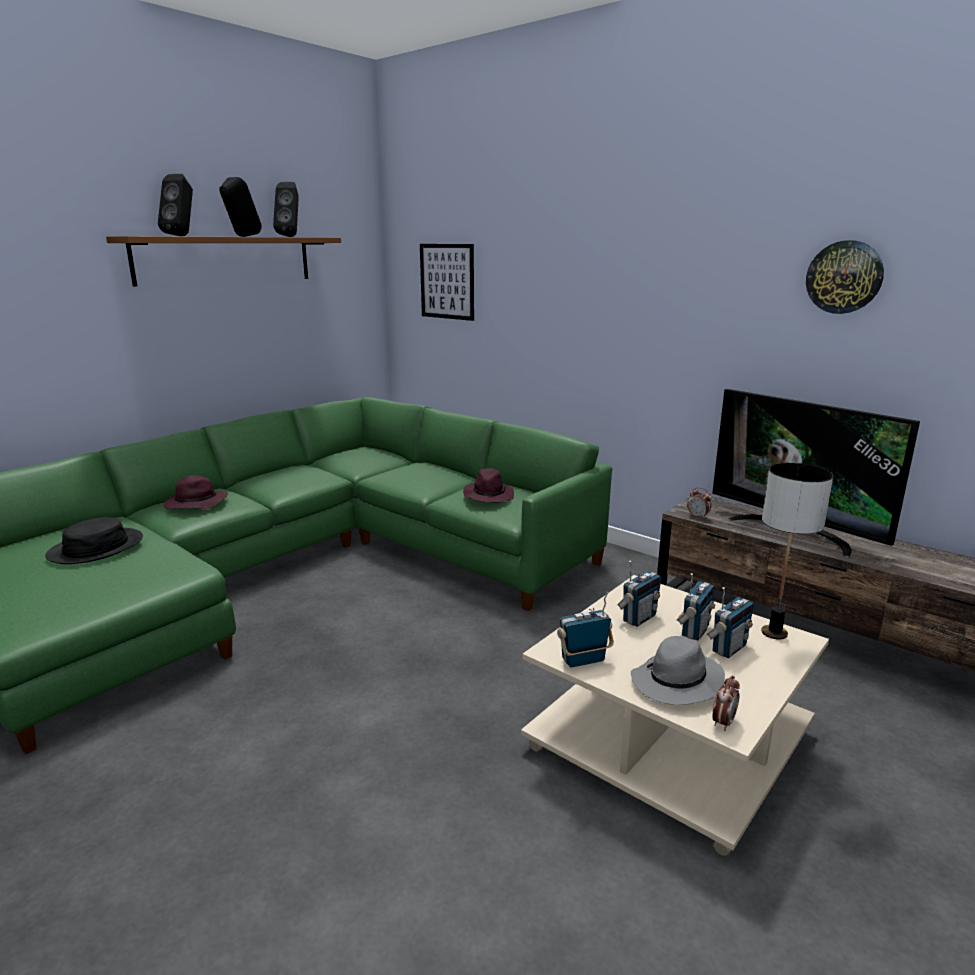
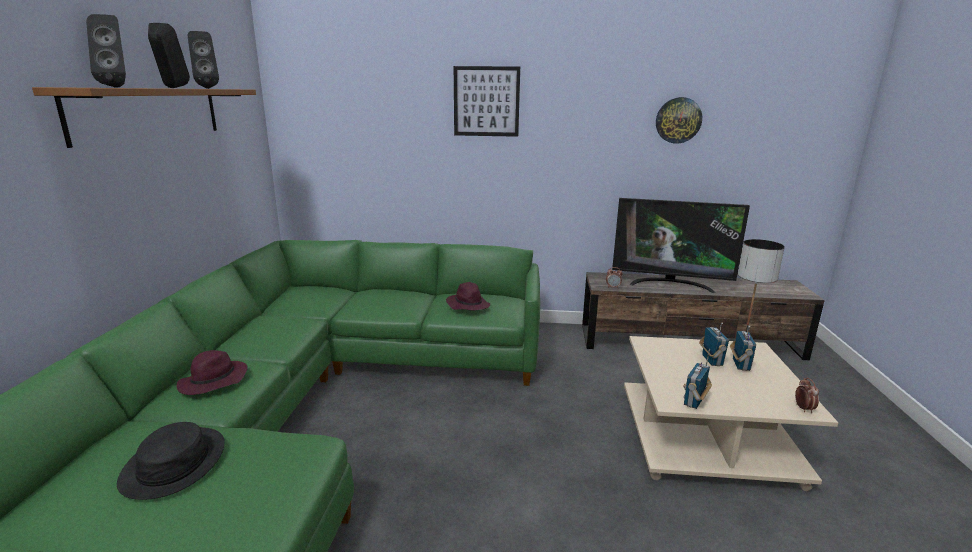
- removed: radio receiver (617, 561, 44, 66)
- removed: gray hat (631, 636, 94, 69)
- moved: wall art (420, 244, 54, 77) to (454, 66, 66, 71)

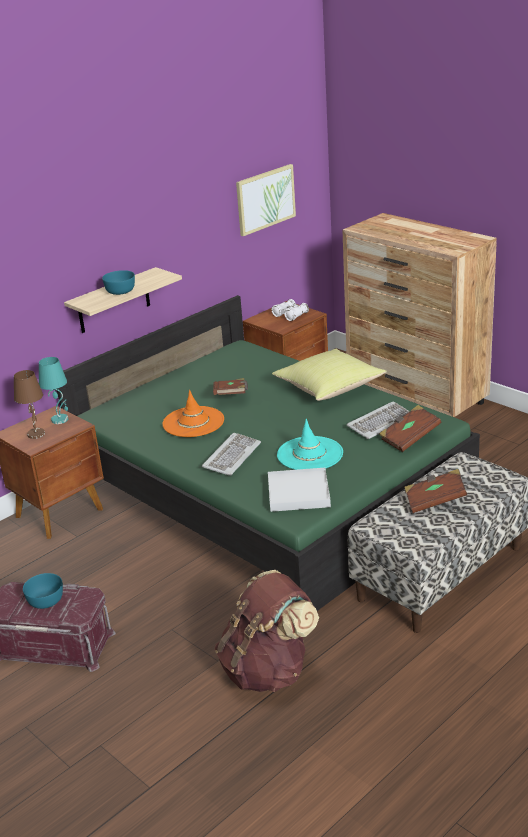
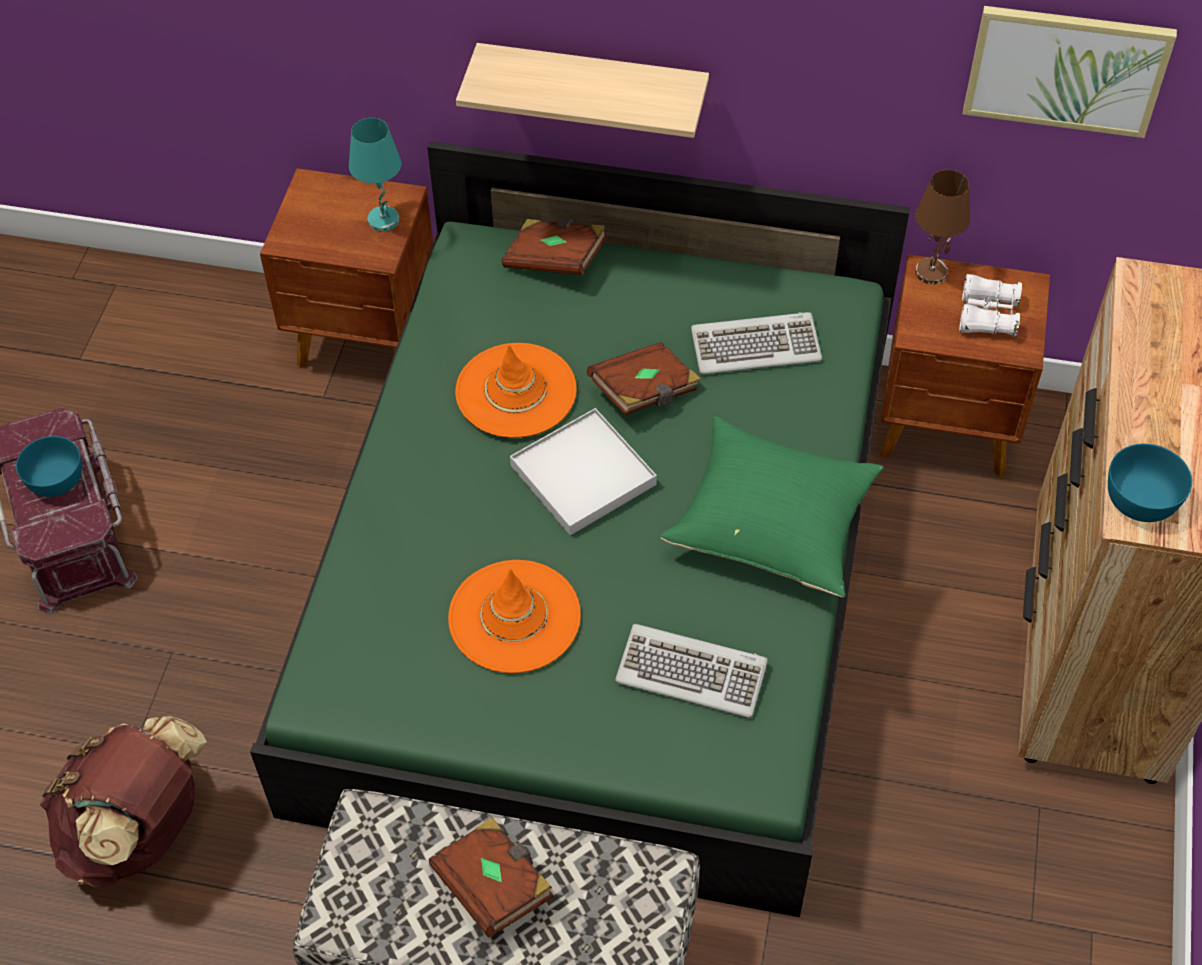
- moved: brown lamp for a table (14, 370, 31, 69) to (915, 170, 55, 114)
- moved: turquoise bowl (102, 270, 33, 25) to (1108, 444, 84, 78)
- moved: keyboard (202, 433, 59, 43) to (691, 312, 131, 63)
- moved: white-coloured serving tray (268, 468, 63, 44) to (510, 408, 147, 127)
- moved: brown book (379, 405, 62, 47) to (501, 218, 107, 57)
- recoloured: yellowish throw pillow (272, 349, 115, 52) to green throw pillow (660, 416, 224, 181)
- recoloured: turquoise hat (277, 419, 66, 51) to orange hat (448, 560, 133, 113)

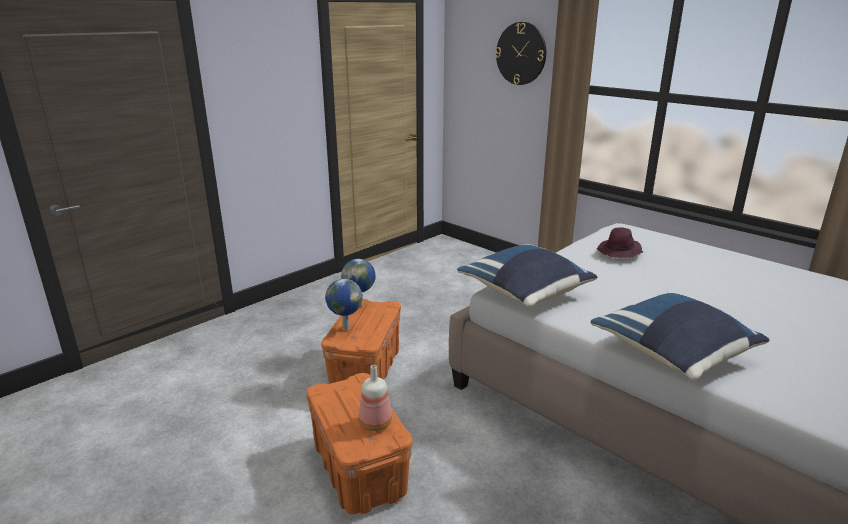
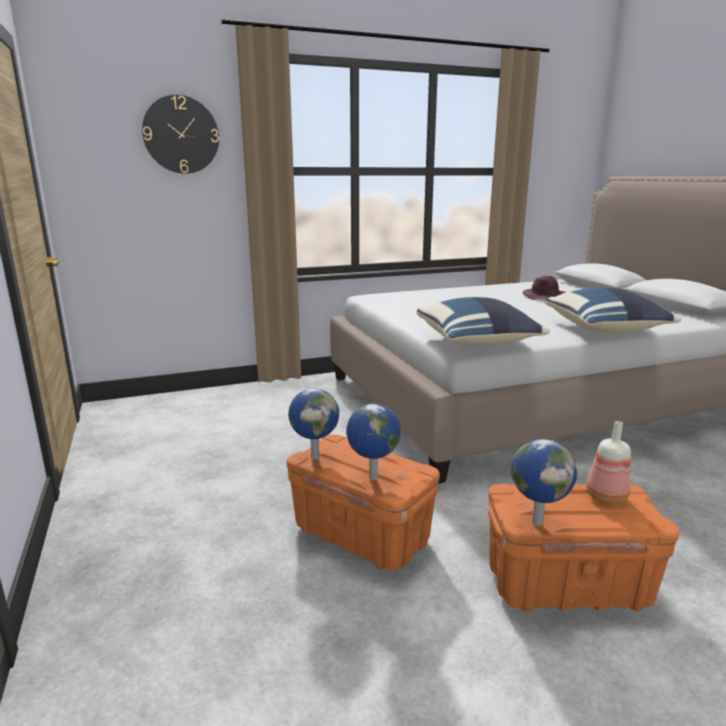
- added: world globe (511, 439, 66, 87)
- moved: purplish hat (597, 227, 46, 31) to (523, 276, 43, 24)

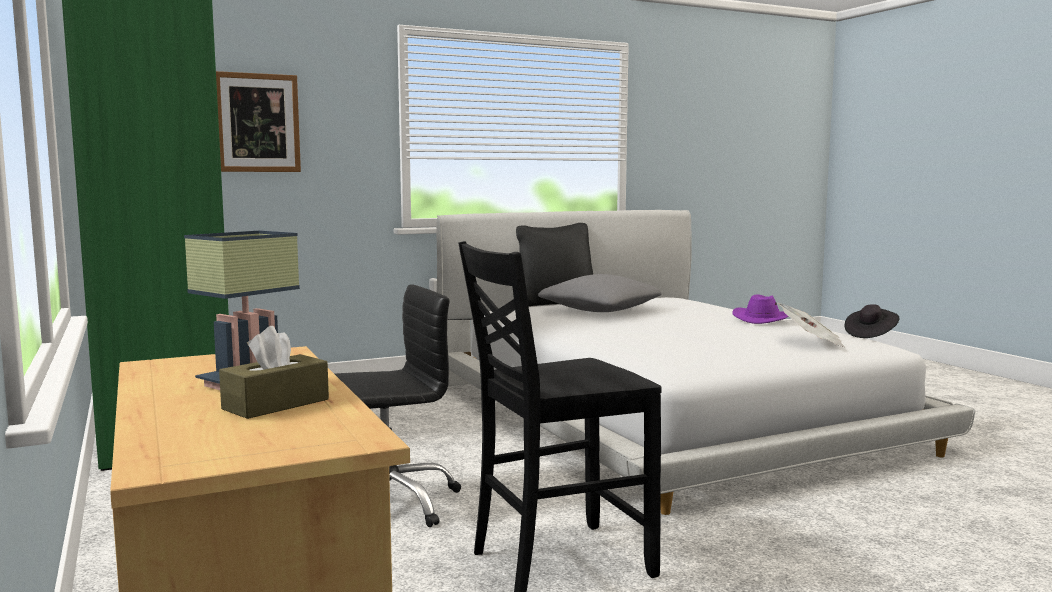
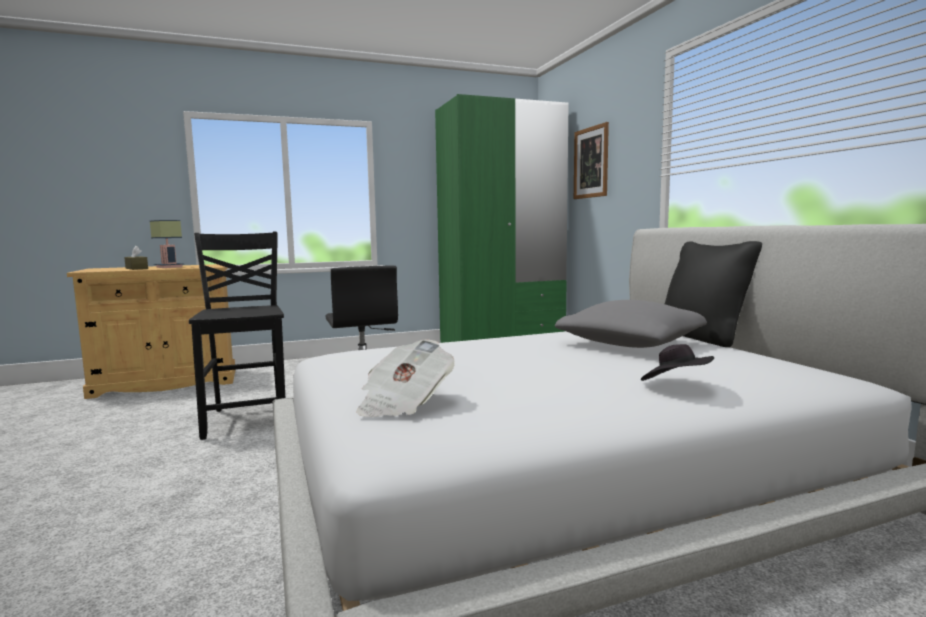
- removed: purplish hat (732, 294, 56, 30)
- moved: blackish hat (845, 304, 55, 34) to (641, 344, 73, 37)

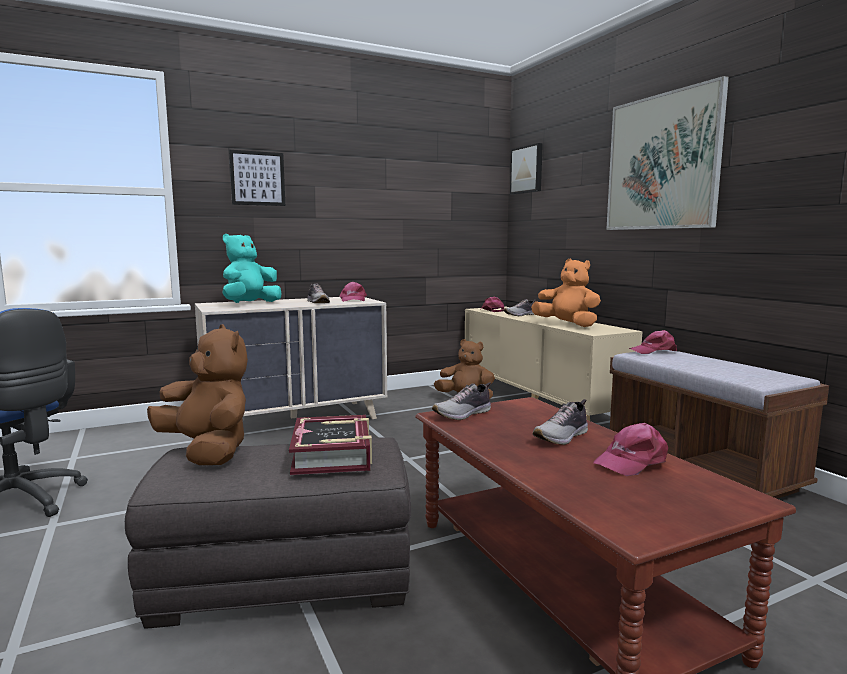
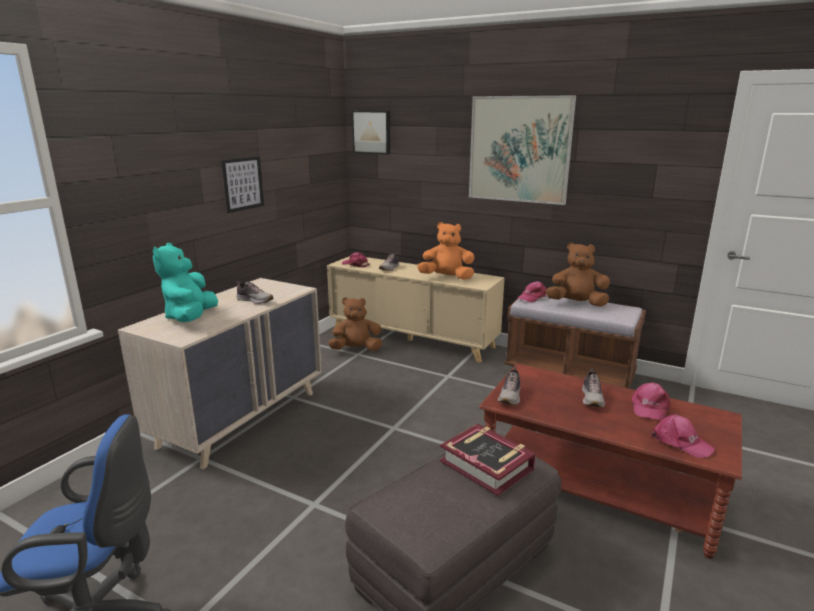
- moved: brown soft toy (147, 324, 101, 141) to (546, 242, 64, 65)
- moved: wall art (229, 150, 56, 56) to (221, 156, 43, 57)
- moved: pink-coloured peaked cap (339, 282, 28, 20) to (651, 414, 64, 44)

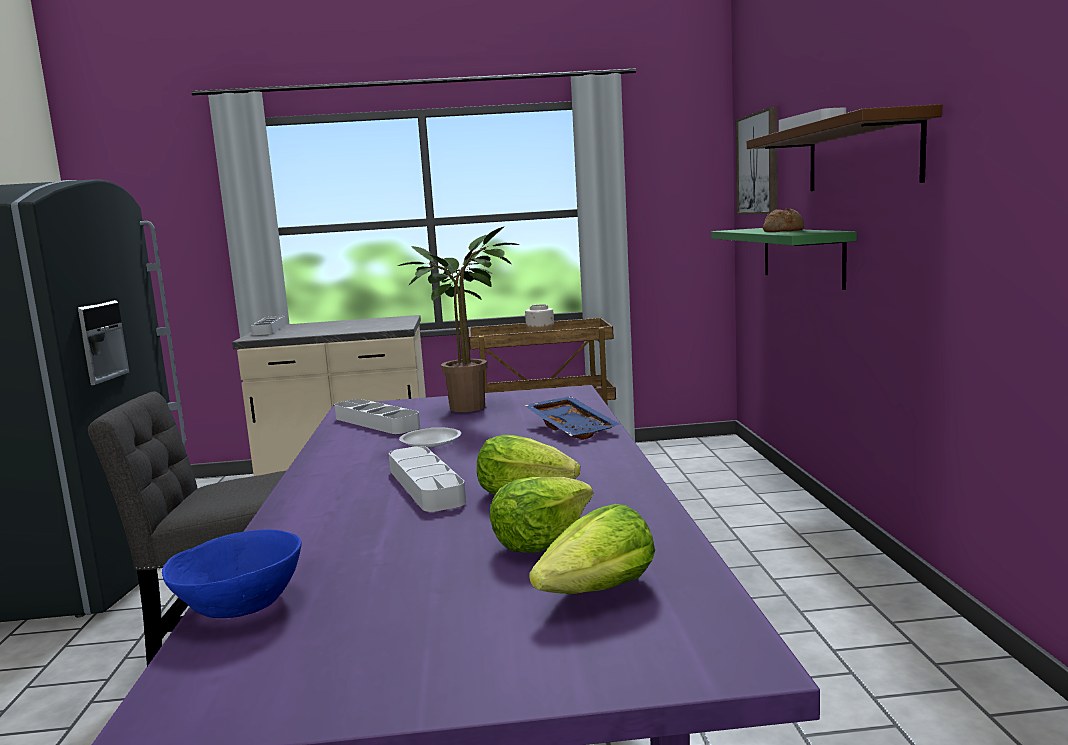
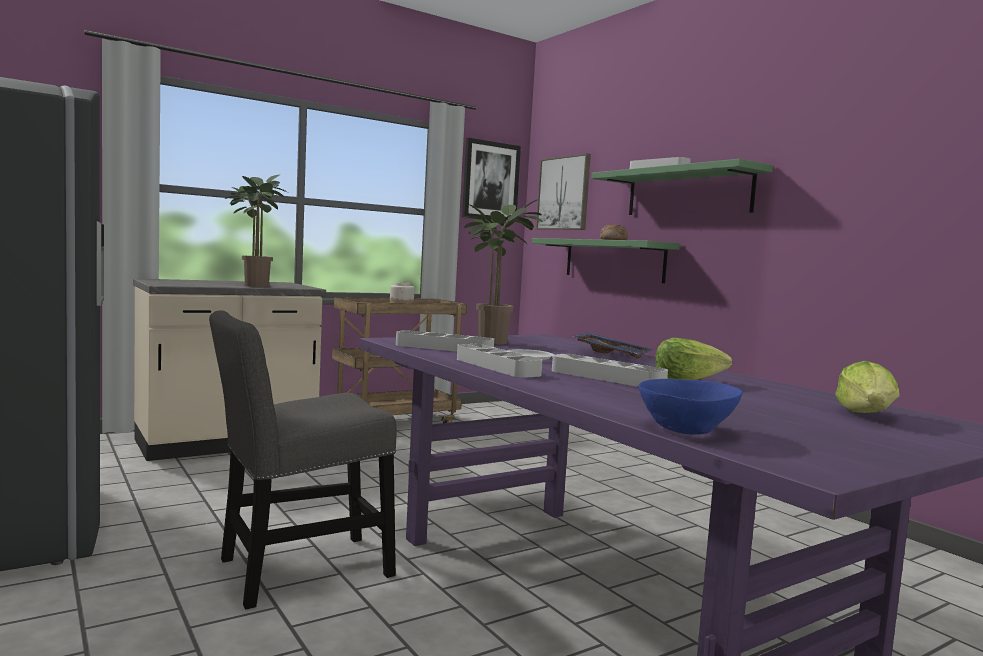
- removed: lettuce (489, 477, 104, 76)
- added: plant in a pot (225, 175, 62, 112)
- added: wall art (462, 138, 59, 83)
- moved: gray serving tray (251, 316, 34, 19) to (457, 344, 85, 34)
- recoloured: brown wall shelf (747, 104, 195, 87) to green wall shelf (591, 159, 182, 56)

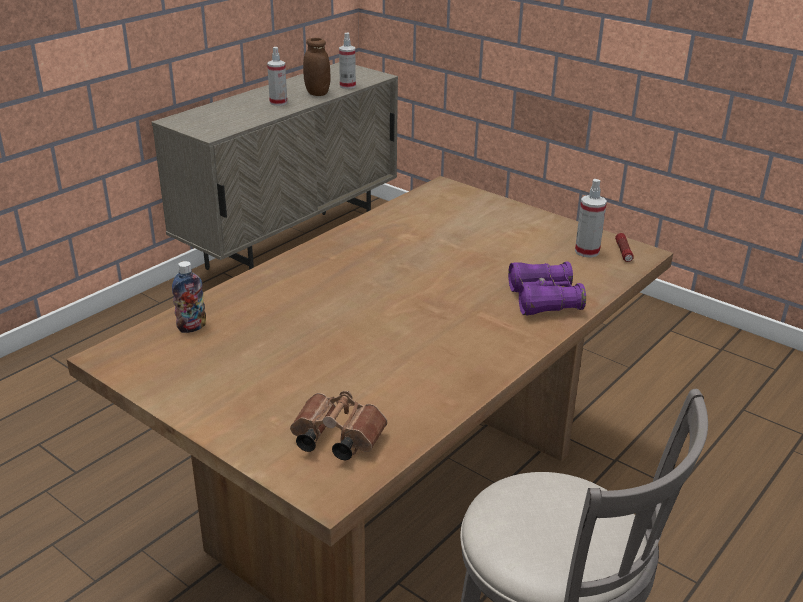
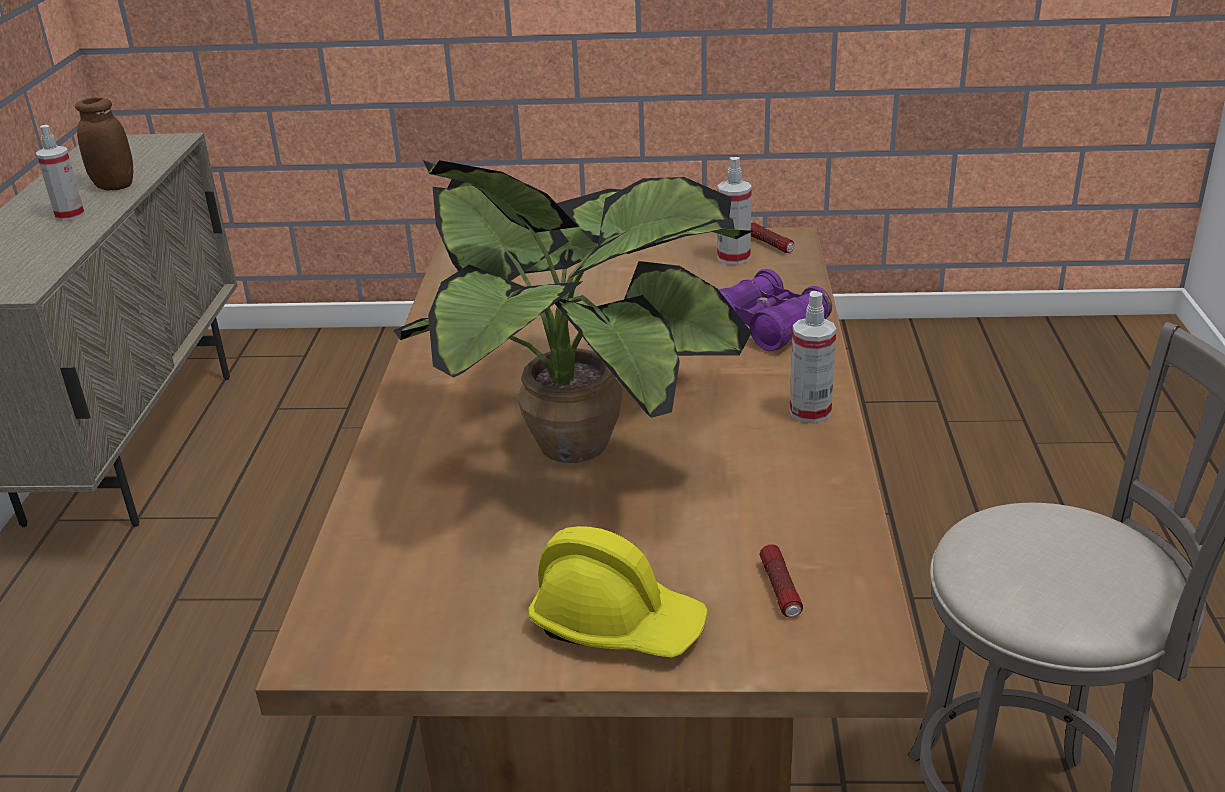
- removed: bottle (172, 261, 34, 72)
- added: plant in a pot (393, 160, 360, 303)
- added: yellowish safety helmet (528, 526, 180, 131)
- moved: hand sprayer (339, 32, 17, 57) to (790, 291, 46, 133)
- replaced: brown pair of binoculars (290, 391, 98, 69) to hand torch (760, 544, 43, 73)

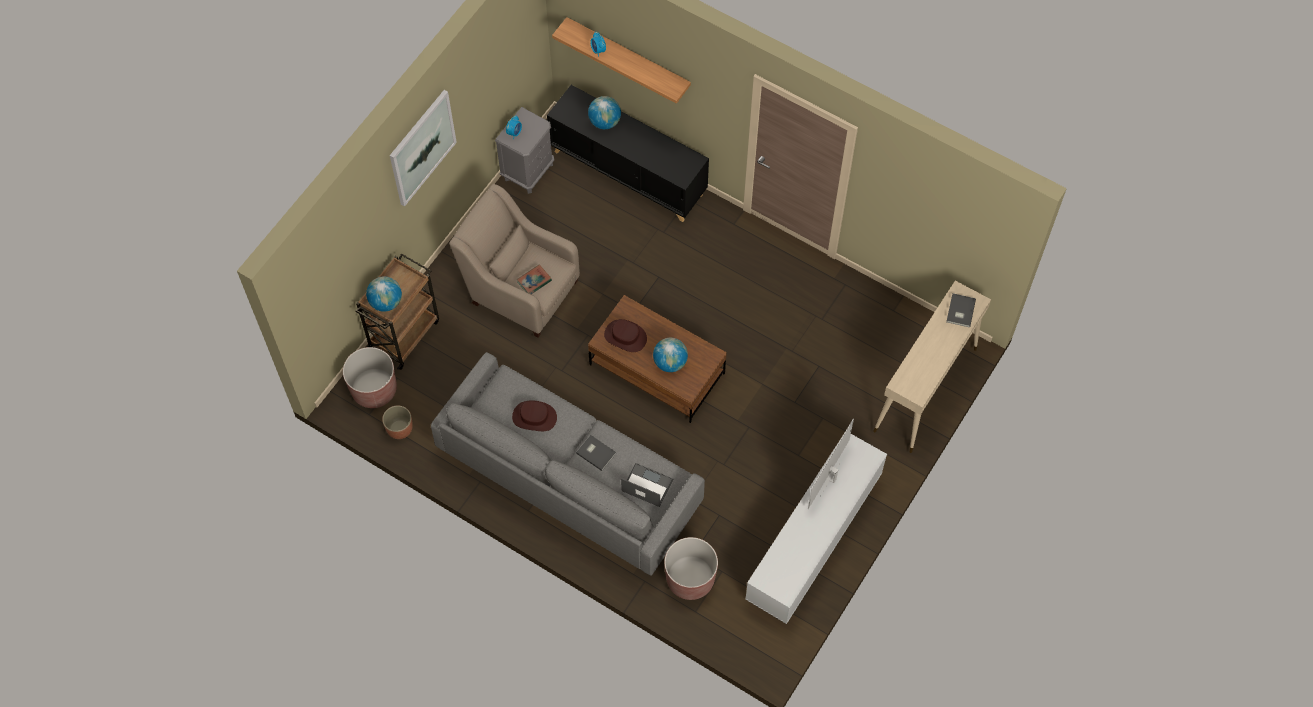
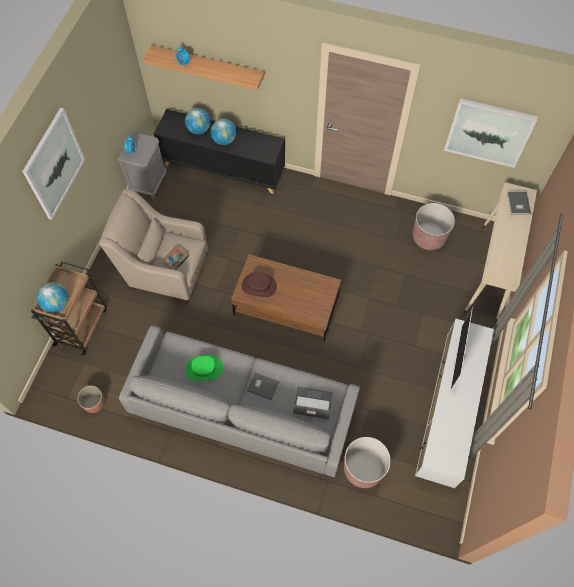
- added: wall art (444, 98, 94, 70)
- moved: brown plant pot (343, 347, 54, 61) to (413, 203, 42, 47)
- moved: world globe (653, 338, 35, 34) to (211, 119, 26, 26)
- recoloured: brown hat (512, 400, 45, 31) to green hat (185, 355, 38, 26)

